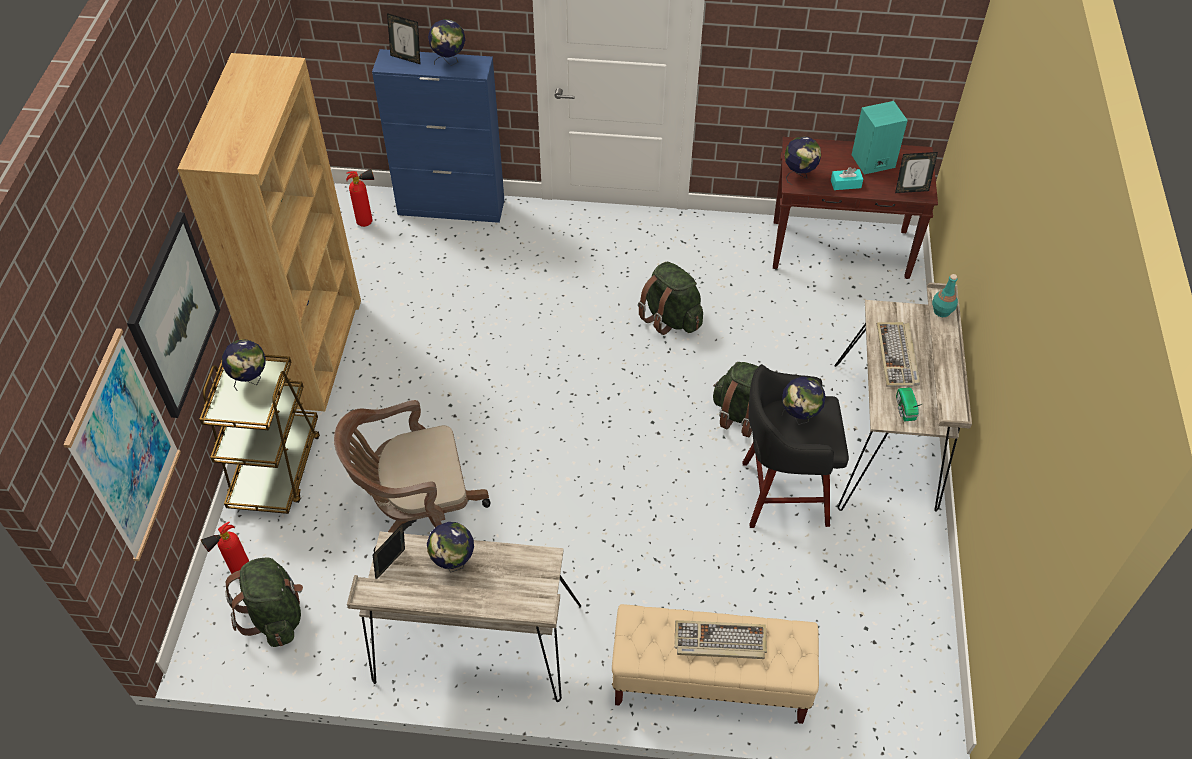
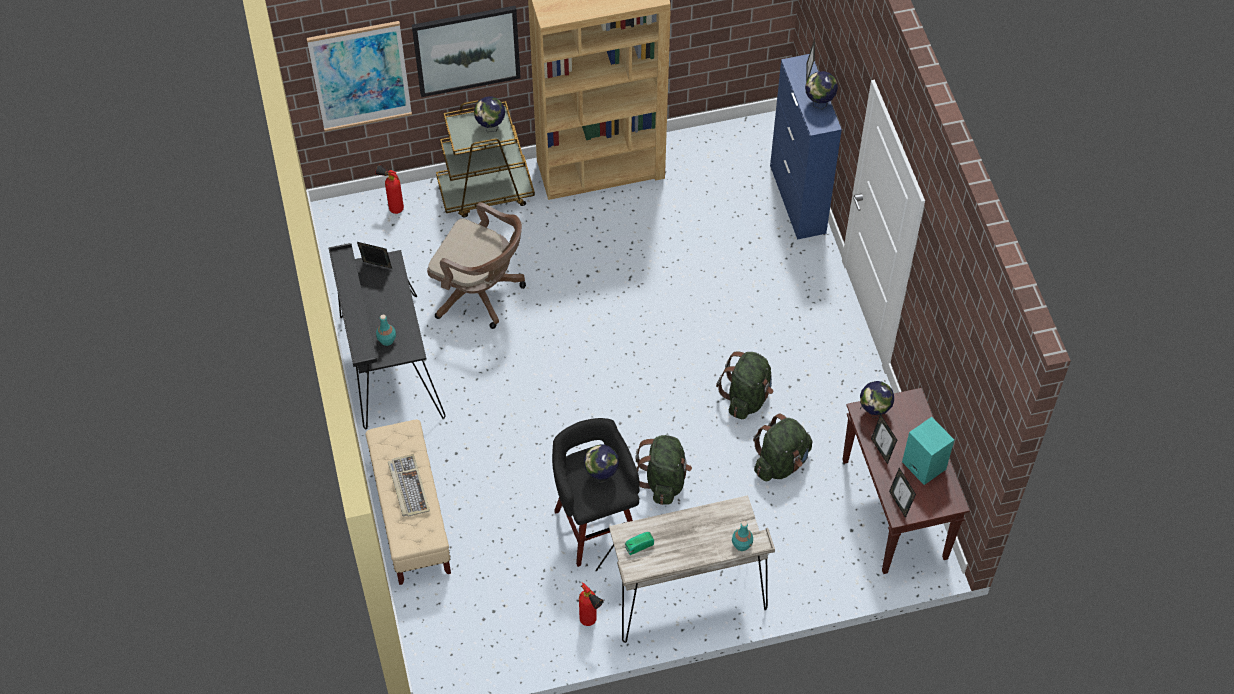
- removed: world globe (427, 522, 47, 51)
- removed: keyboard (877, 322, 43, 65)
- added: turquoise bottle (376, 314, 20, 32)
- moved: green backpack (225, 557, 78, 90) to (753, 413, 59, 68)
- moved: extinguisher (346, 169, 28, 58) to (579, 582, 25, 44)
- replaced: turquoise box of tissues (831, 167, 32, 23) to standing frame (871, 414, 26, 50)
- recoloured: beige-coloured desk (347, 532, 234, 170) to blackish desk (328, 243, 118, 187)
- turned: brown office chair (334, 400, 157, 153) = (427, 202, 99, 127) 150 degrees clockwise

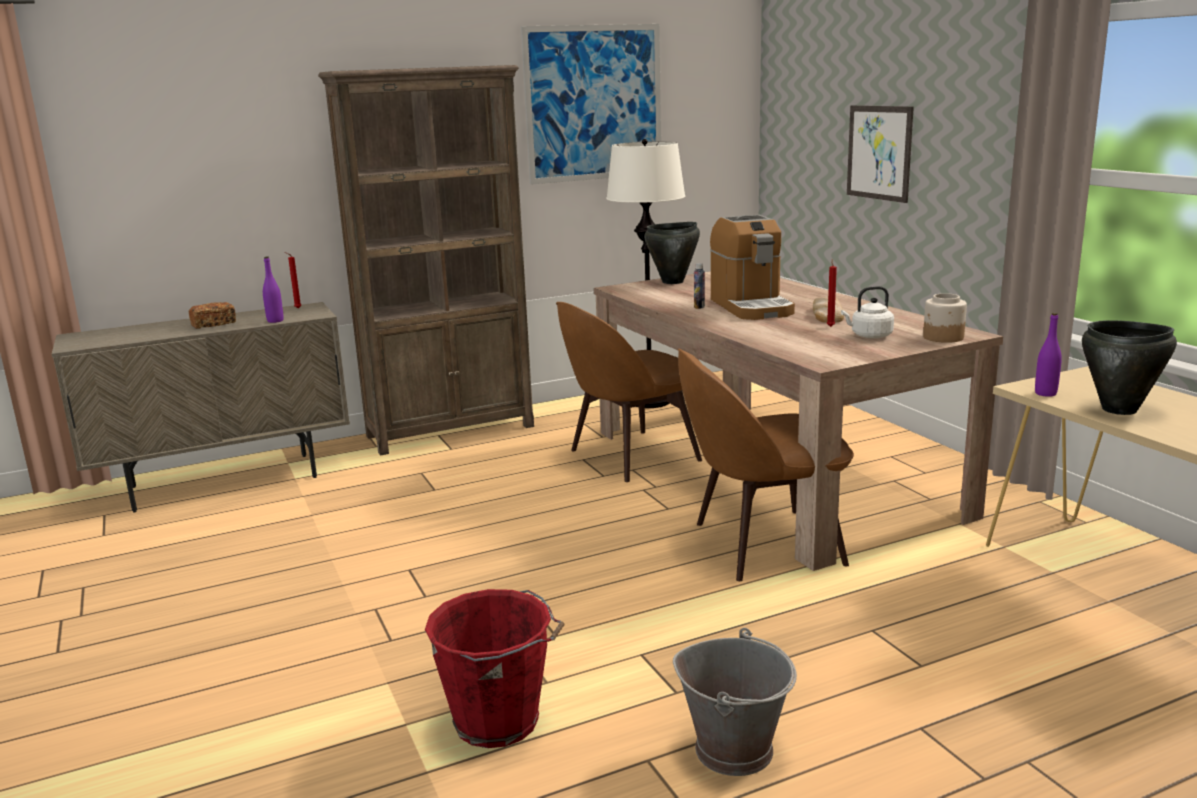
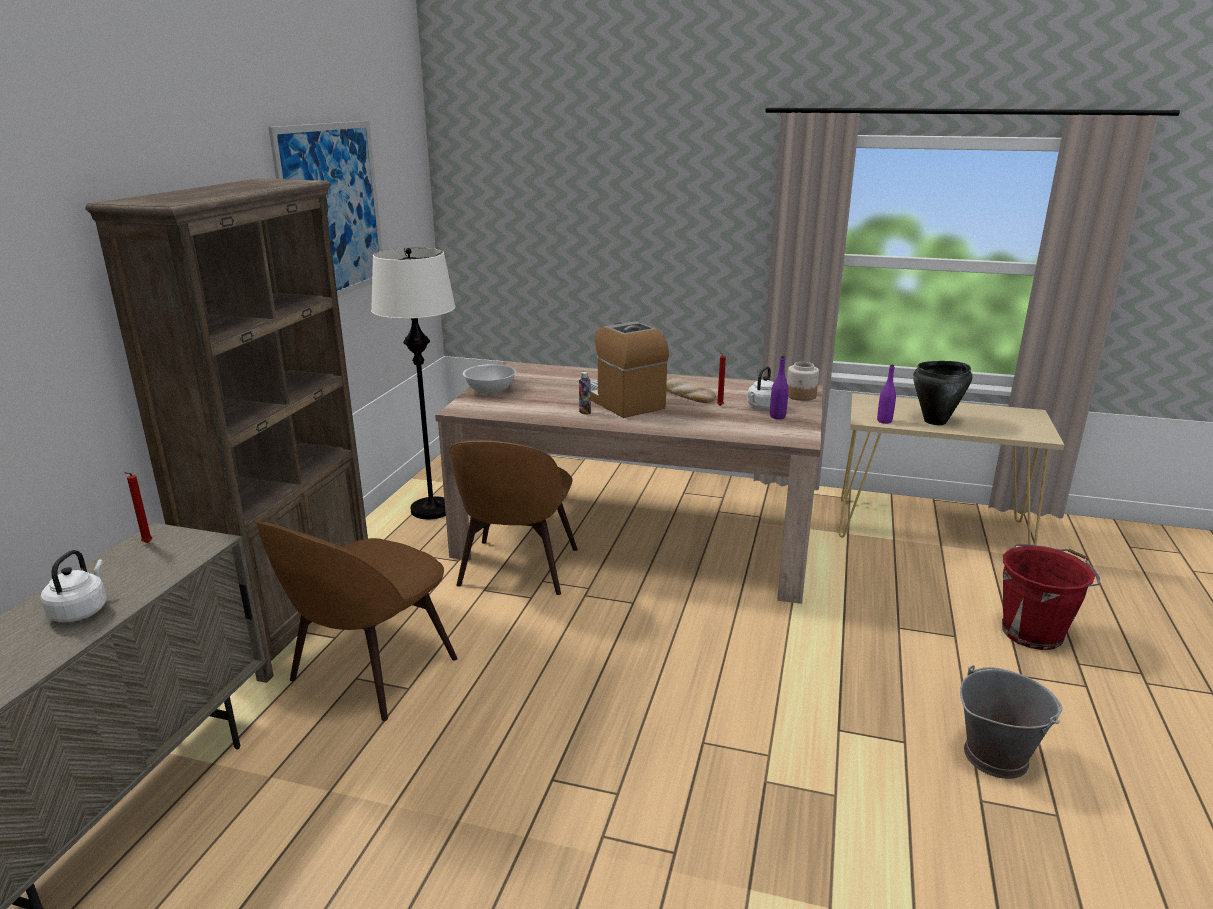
- removed: wall art (847, 105, 67, 98)
- moved: purplish bottle (263, 257, 21, 66) to (770, 356, 18, 63)
- moved: reddish pail (425, 589, 140, 159) to (1002, 544, 98, 106)
- moved: brown chair (677, 349, 177, 232) to (255, 521, 203, 200)
- replaced: baked bread (188, 302, 48, 27) to white-coloured kettle (40, 550, 67, 72)
- replaced: blackish saucepot (644, 222, 56, 62) to white-coloured bowl (463, 364, 53, 30)
- turned: coffee machine (710, 215, 85, 105) = (590, 321, 79, 97) 150 degrees counterclockwise

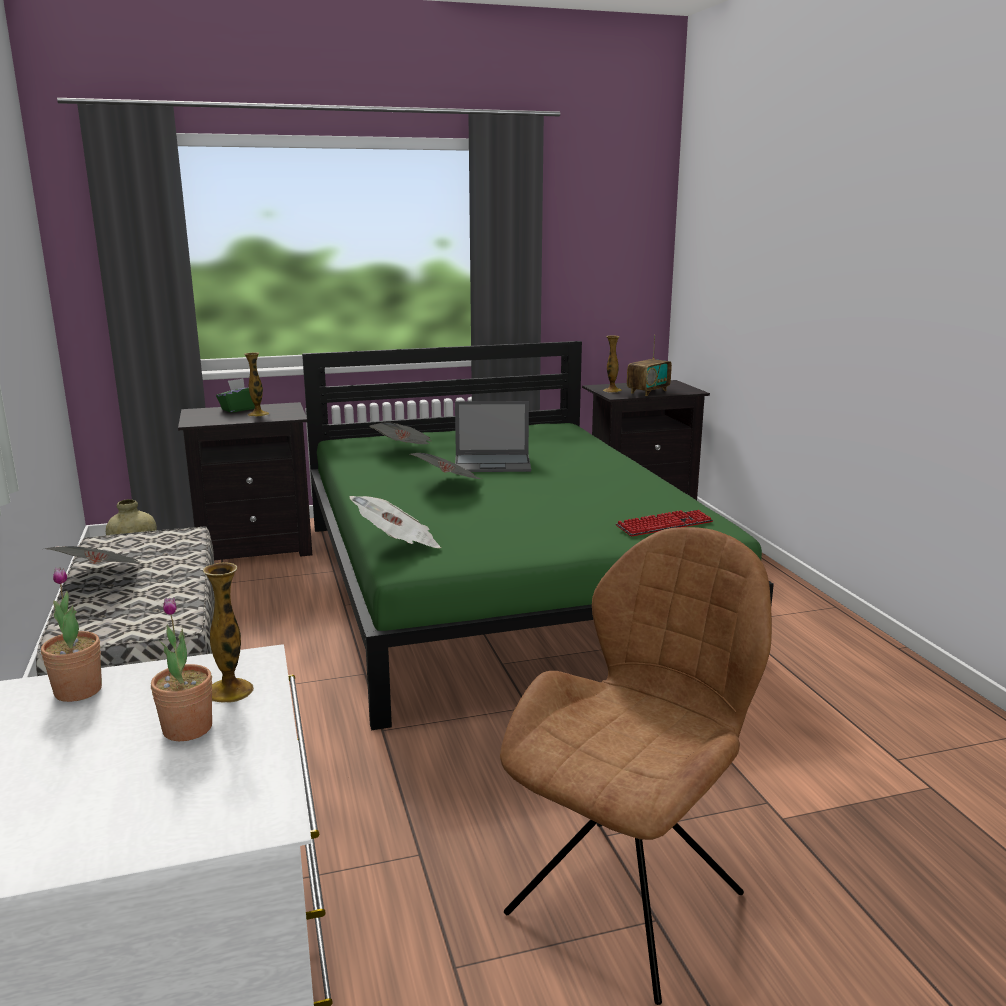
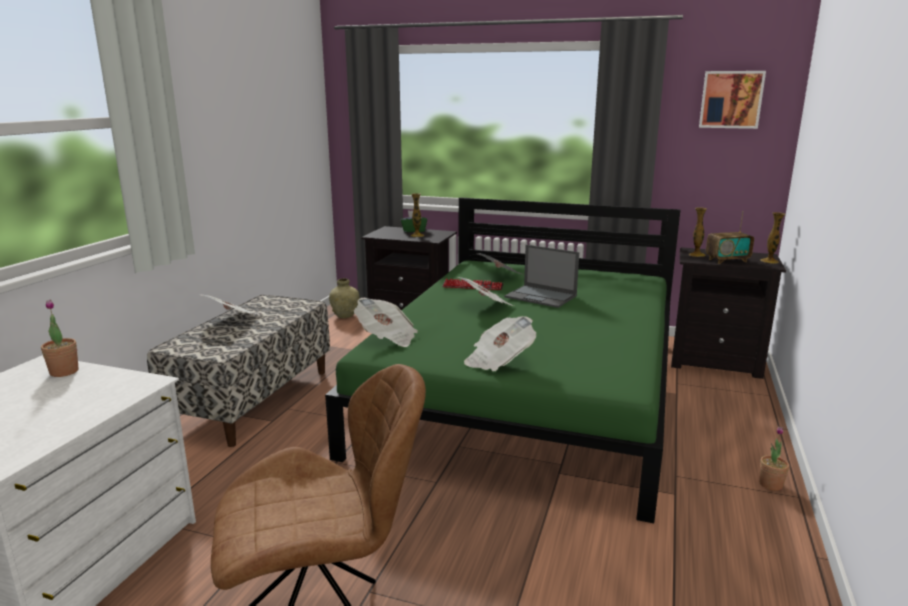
- added: printed paper (464, 316, 72, 55)
- added: wall art (699, 71, 67, 58)
- moved: plant in a pot (151, 597, 61, 144) to (759, 427, 30, 64)
- moved: vase (203, 563, 51, 140) to (760, 212, 25, 52)
- moved: keyboard (616, 510, 97, 26) to (442, 279, 61, 11)

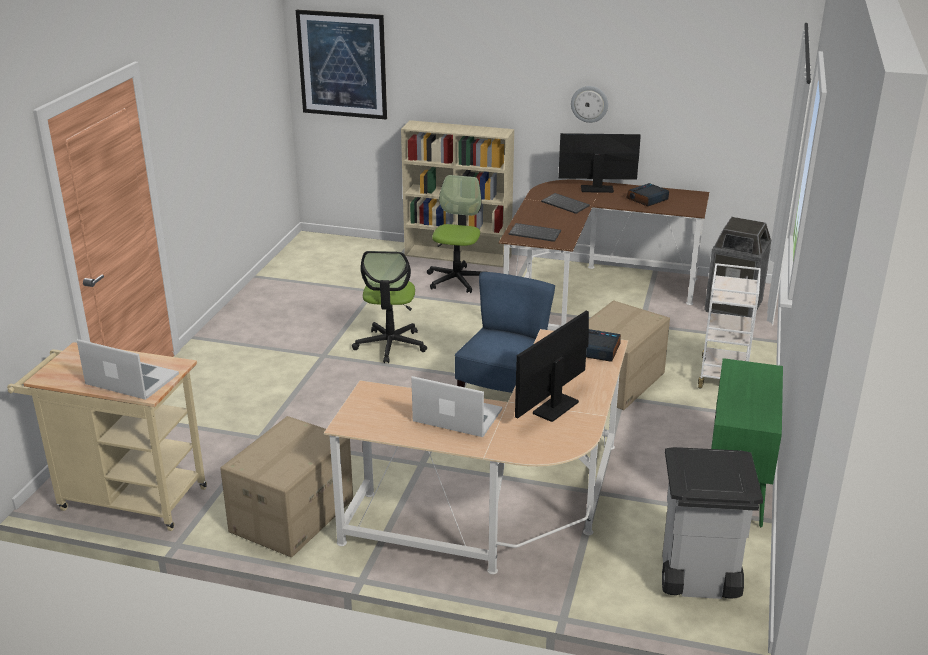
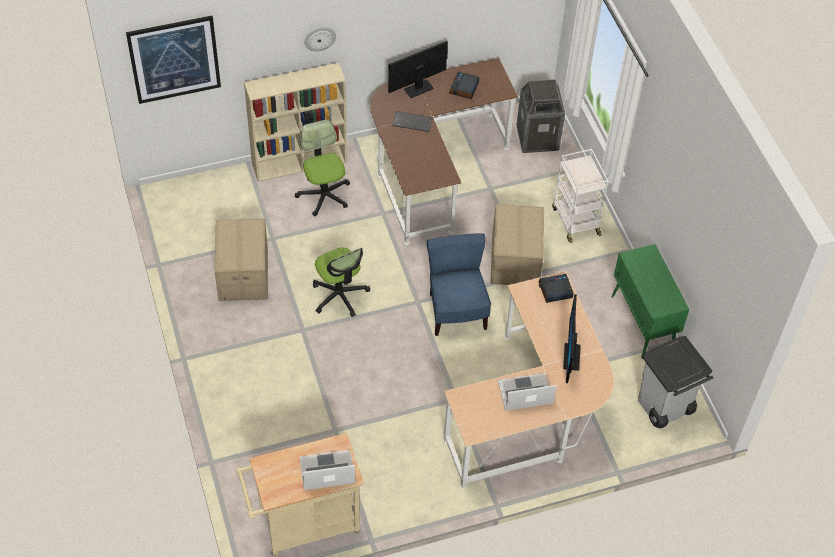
- removed: keyboard (509, 223, 52, 19)
- moved: carton (220, 416, 133, 141) to (214, 218, 54, 83)
- moved: hanging clock (571, 86, 37, 37) to (304, 27, 32, 25)

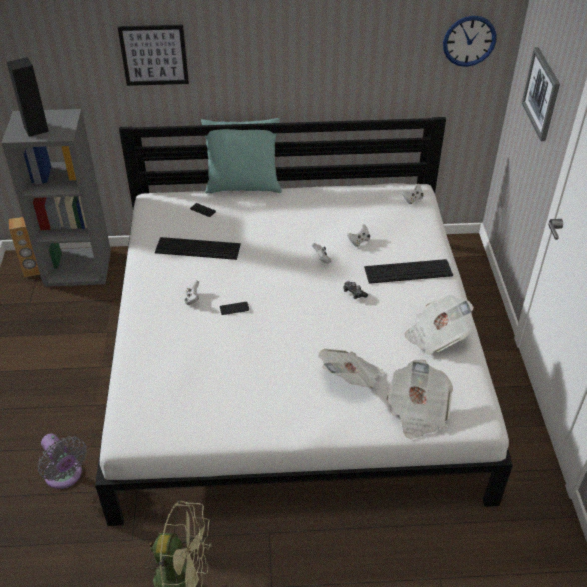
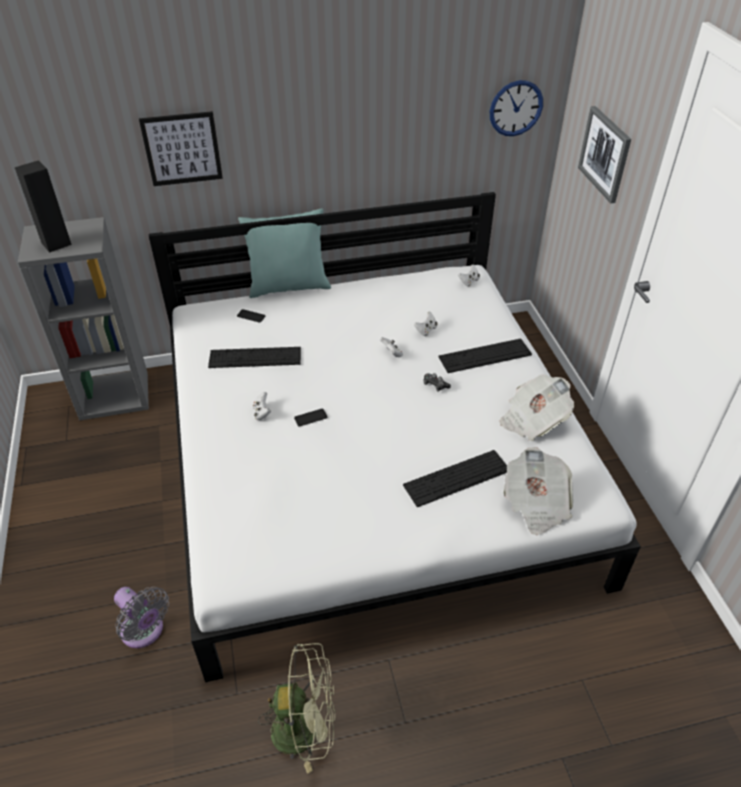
- removed: brown speaker (9, 217, 31, 60)
- replaced: printed paper (318, 349, 66, 39) to keyboard (403, 450, 104, 57)

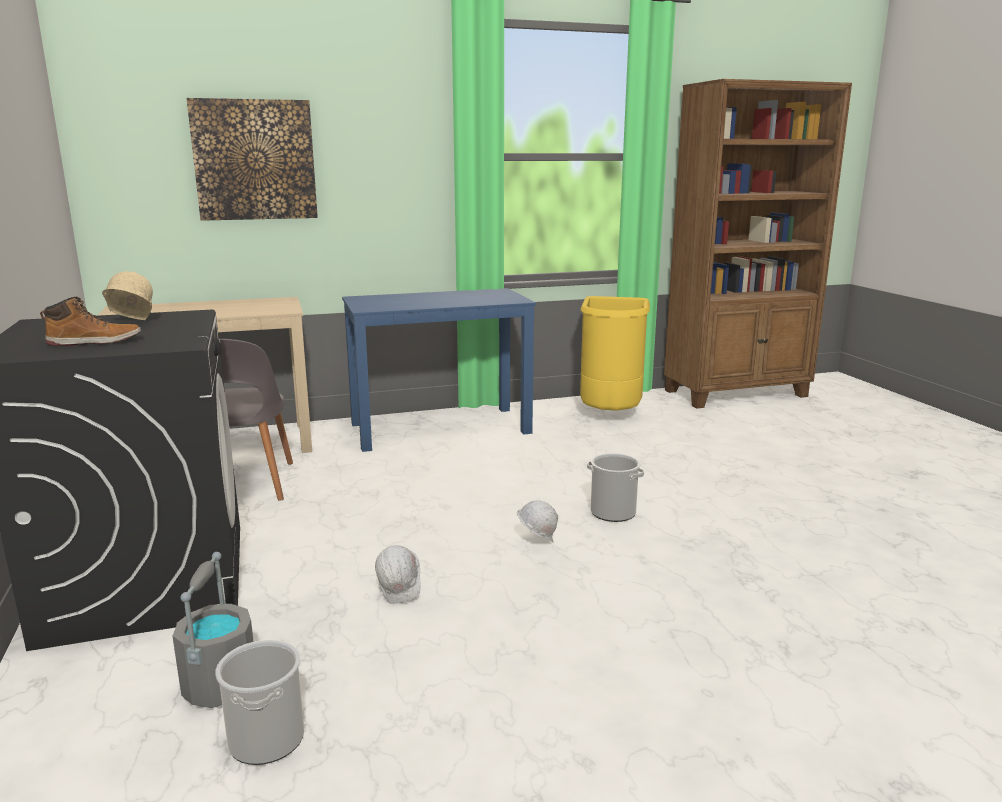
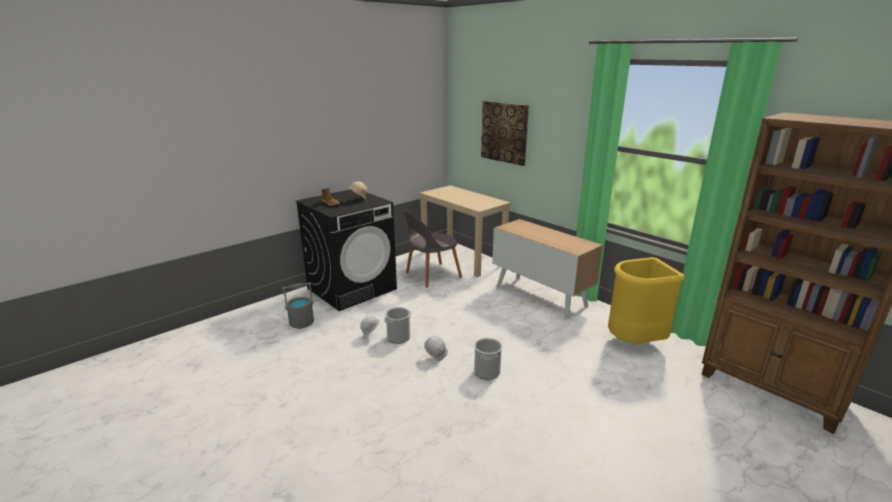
- moved: pail (215, 640, 89, 125) to (384, 307, 27, 37)
- replaced: blue-coloured desk (342, 288, 194, 164) to cupboard (492, 219, 111, 100)

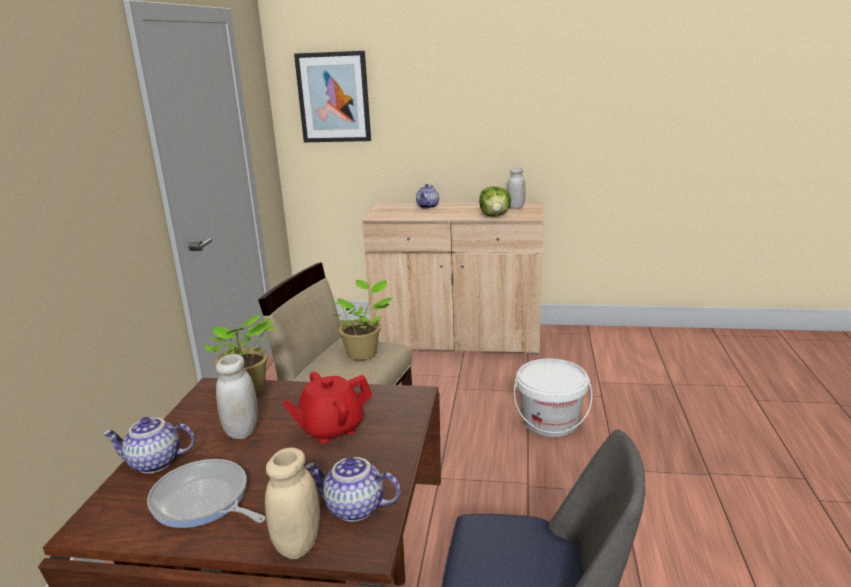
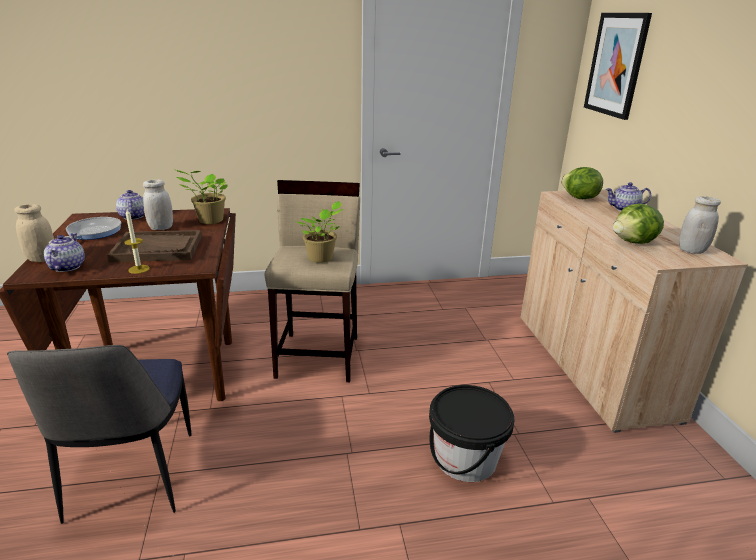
- added: wax light (124, 209, 26, 65)
- added: lettuce (561, 167, 42, 32)
- replaced: reddish teapot (282, 372, 90, 72) to brown serving tray (107, 230, 95, 32)
- recoloured: white-coloured pail (514, 359, 78, 78) to blackish pail (429, 385, 86, 97)

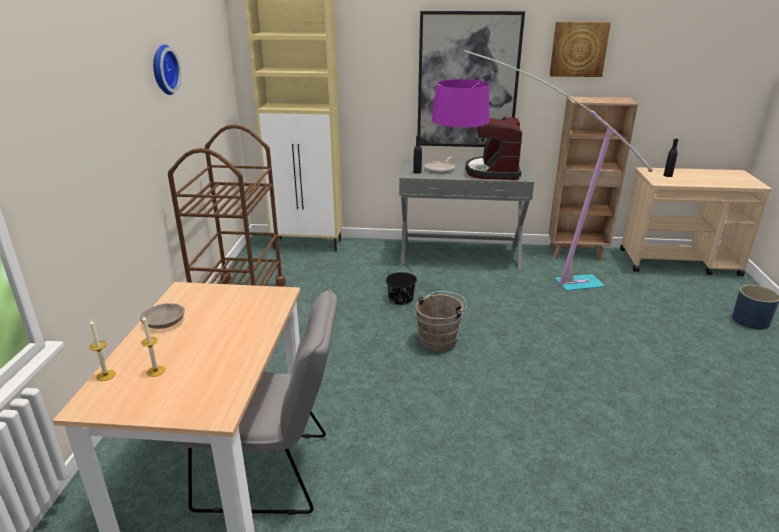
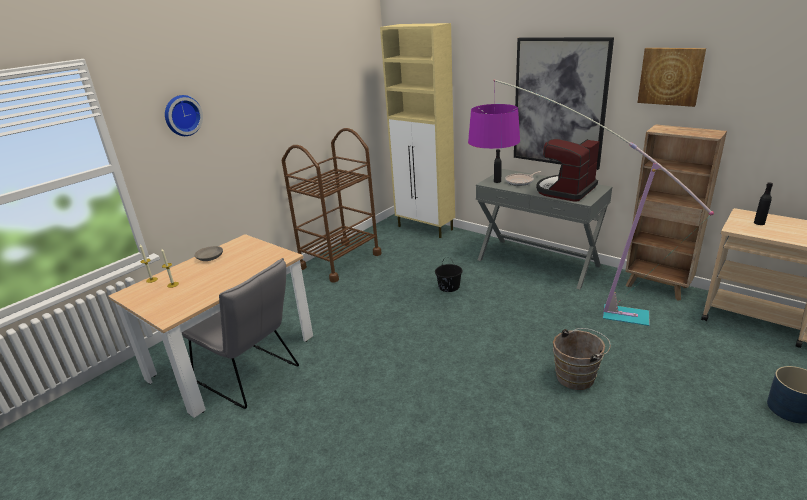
- moved: hanging clock (153, 44, 28, 51) to (165, 95, 38, 41)
- moved: brown pail (415, 291, 52, 61) to (553, 328, 58, 62)

